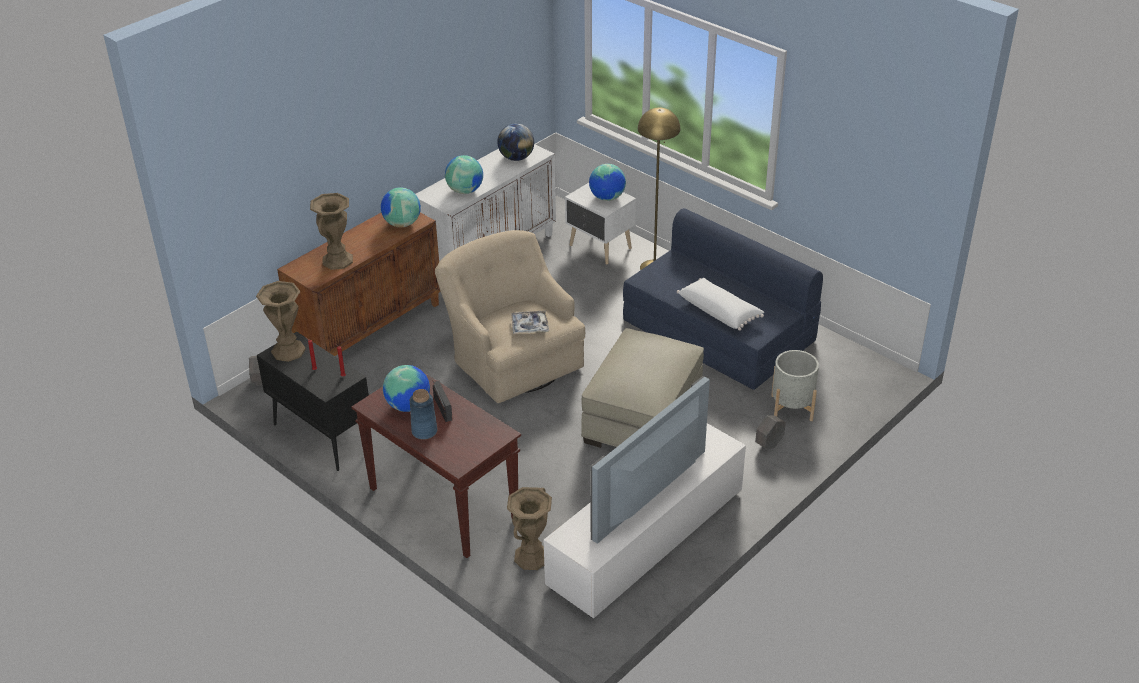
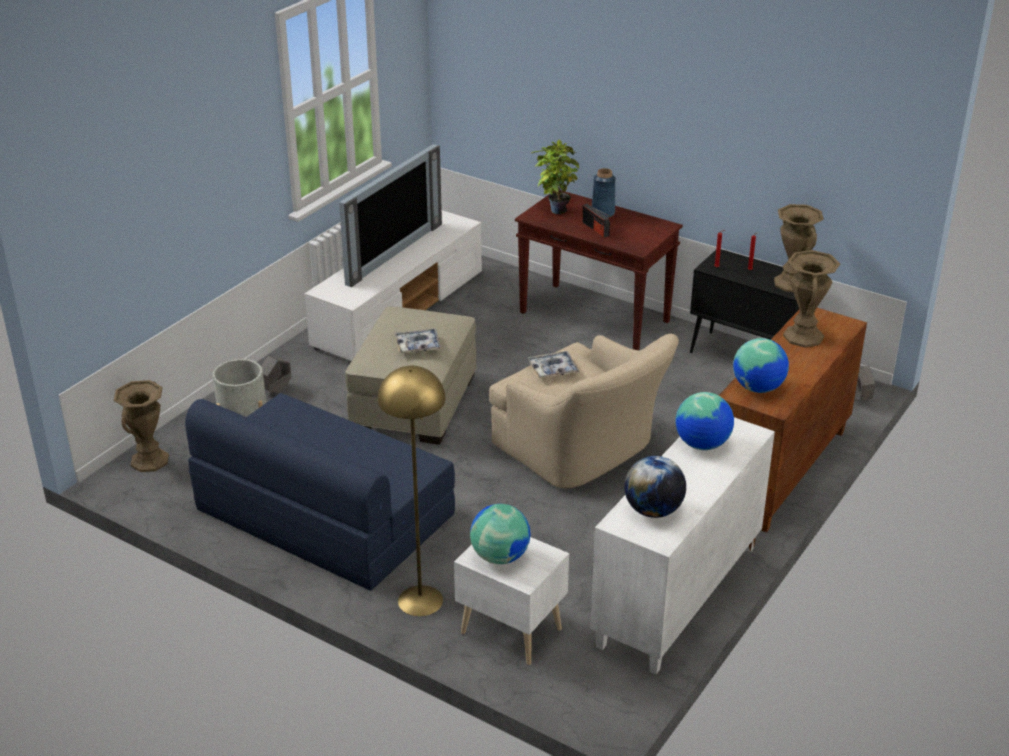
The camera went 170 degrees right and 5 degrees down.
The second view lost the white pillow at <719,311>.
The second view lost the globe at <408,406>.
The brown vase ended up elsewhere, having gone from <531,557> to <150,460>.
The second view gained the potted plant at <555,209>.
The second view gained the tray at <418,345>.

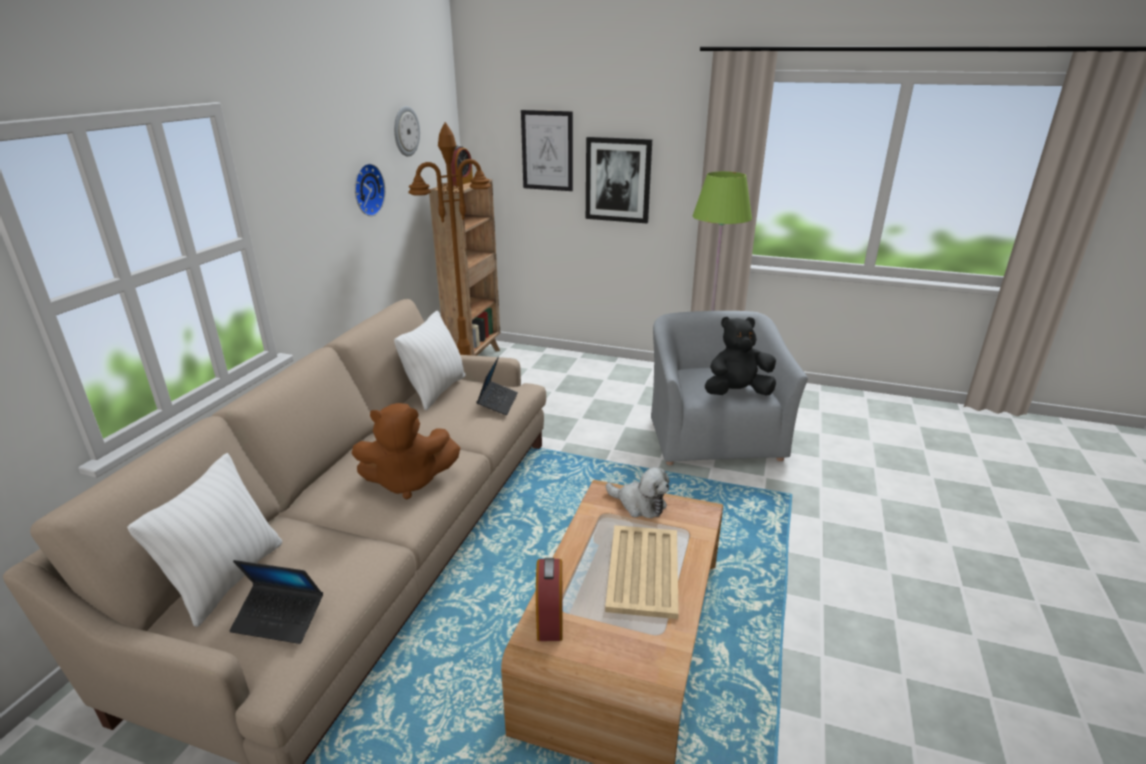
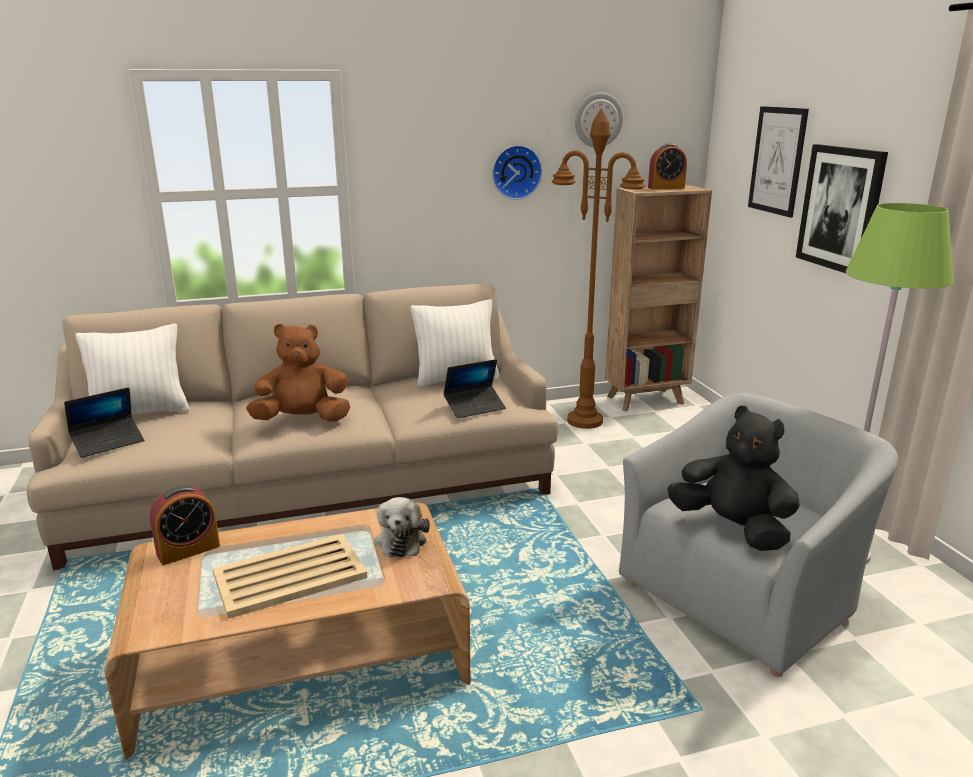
The camera went 55 degrees right and 5 degrees down.
The brown plush toy at <408,482> ended up facing another way, 120 degrees clockwise from before.
The laptop at <279,619> ended up facing another way, 105 degrees counterclockwise from before.

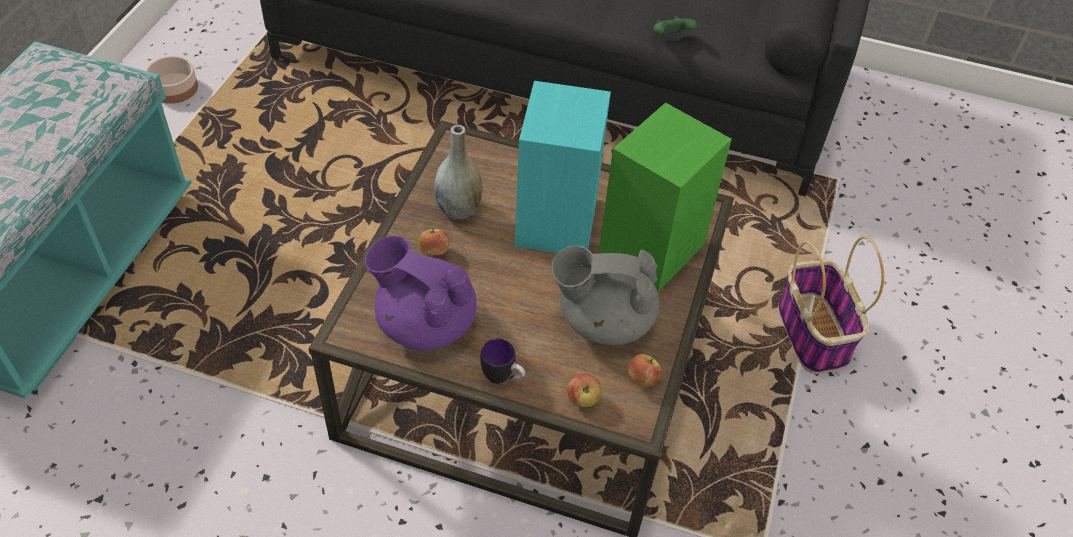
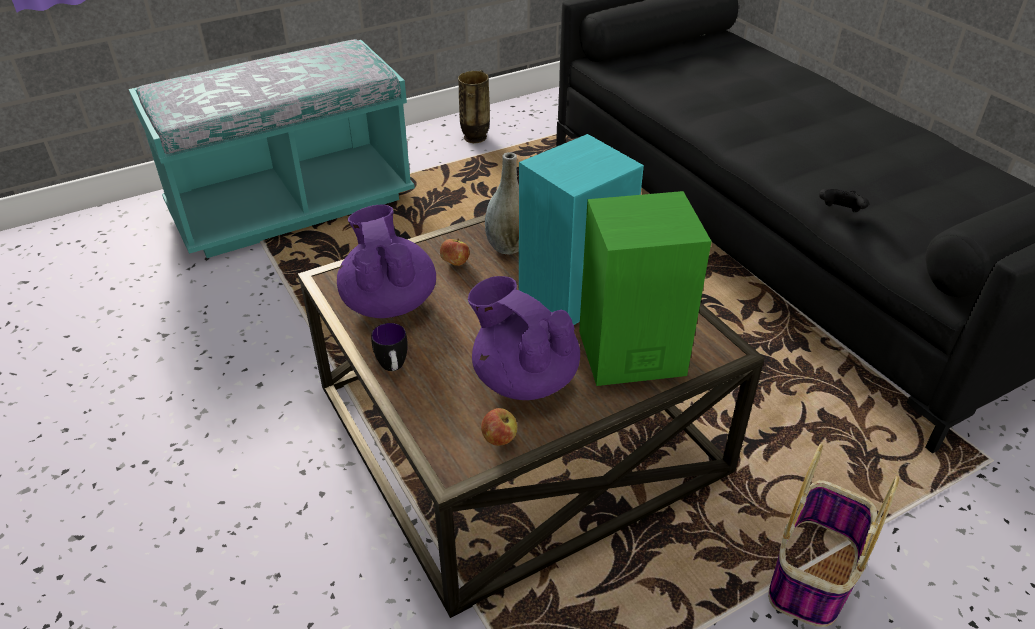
The camera went 45 degrees right and 10 degrees down.
What was the green game controller at <670,37> turned into the black game controller at <840,212>.
Where the bowl stood at <175,87>, the vase came to stand at <475,138>.
What was the grey teapot at <603,319> turned into the purple teapot at <524,378>.
The second view lost the apple at <583,399>.

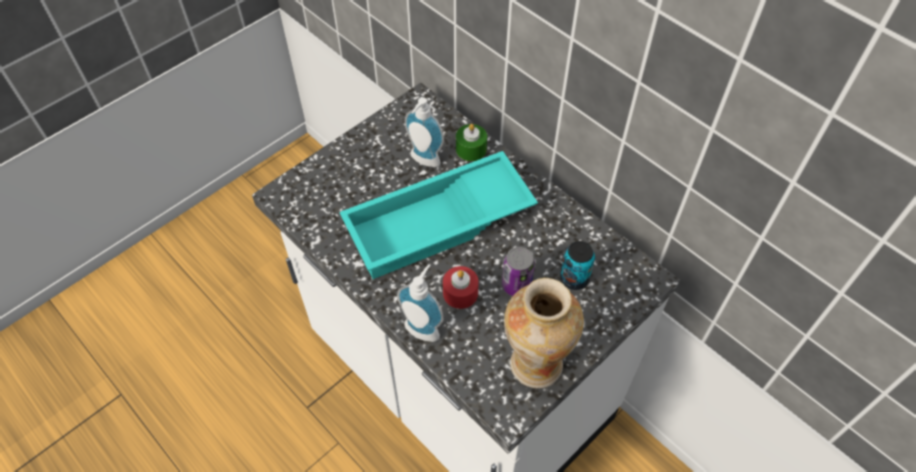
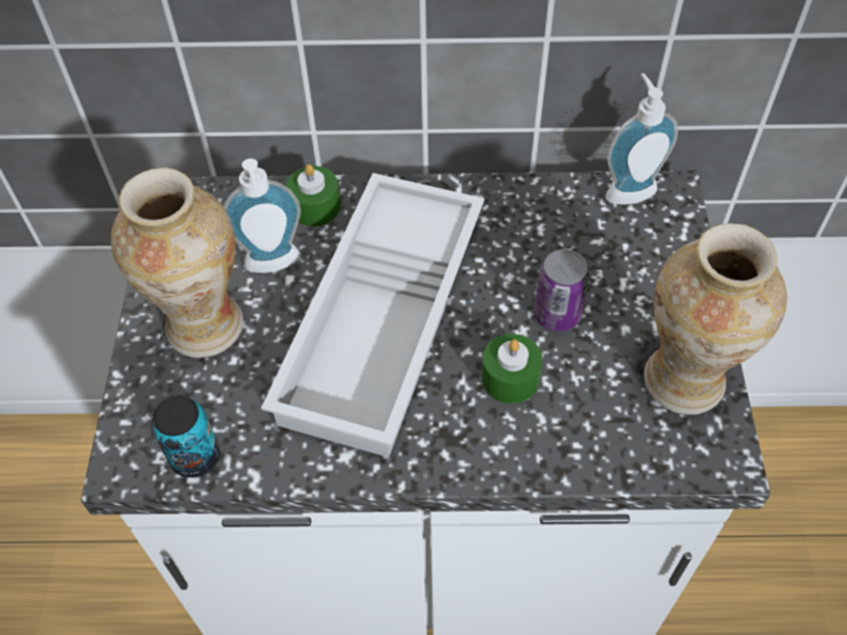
The camera went 45 degrees left and 0 degrees up.
What was the turquoise tray at <439,224> turned into the white tray at <386,323>.
The can ended up elsewhere, having gone from <574,278> to <195,456>.
The soap dispenser ended up elsewhere, having gone from <424,326> to <628,189>.
What was the red candle at <460,293> turned into the green candle at <510,378>.
The second view gained the vase at <205,328>.

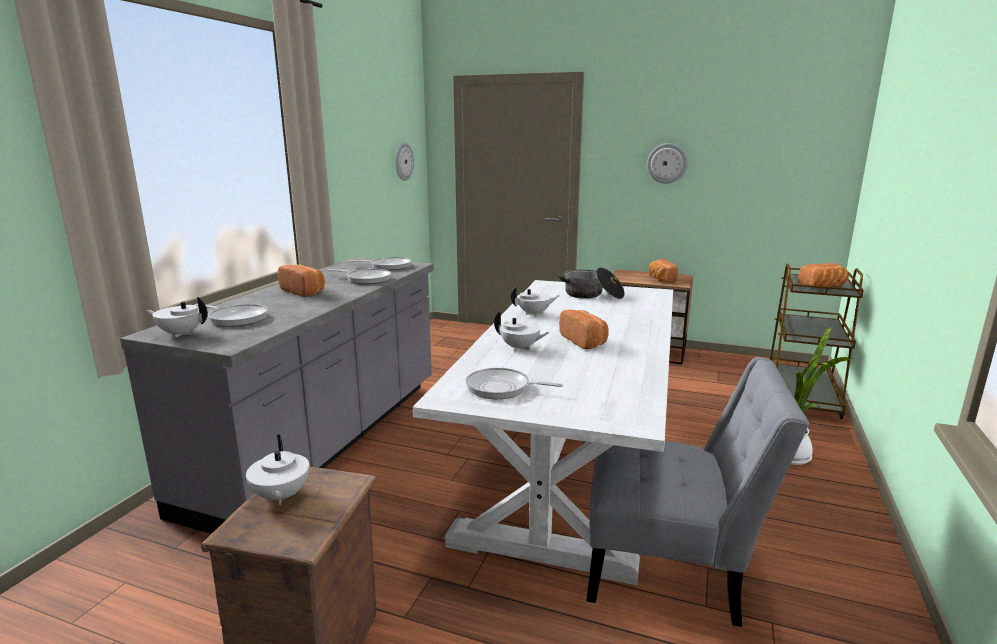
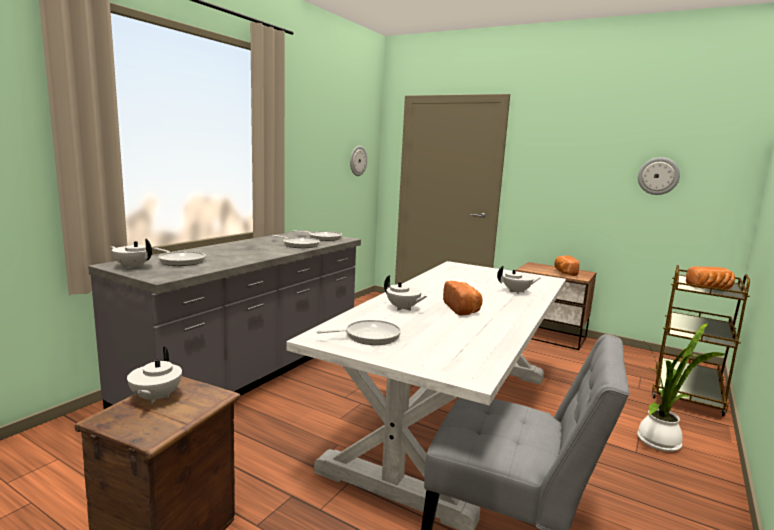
The camera went 10 degrees right and 5 degrees down.
The wall clock ended up elsewhere, having gone from <667,163> to <658,176>.
The second view lost the bread at <304,291>.
The second view lost the cooking pot at <592,295>.
The white teapot ended up elsewhere, having gone from <534,314> to <517,292>.
The frying pan at <502,388> ended up facing another way, 135 degrees clockwise from before.

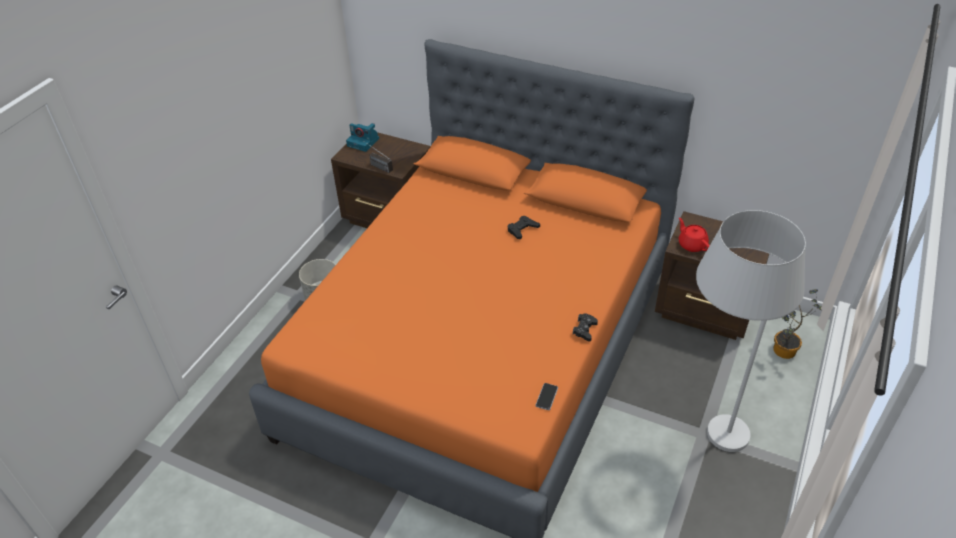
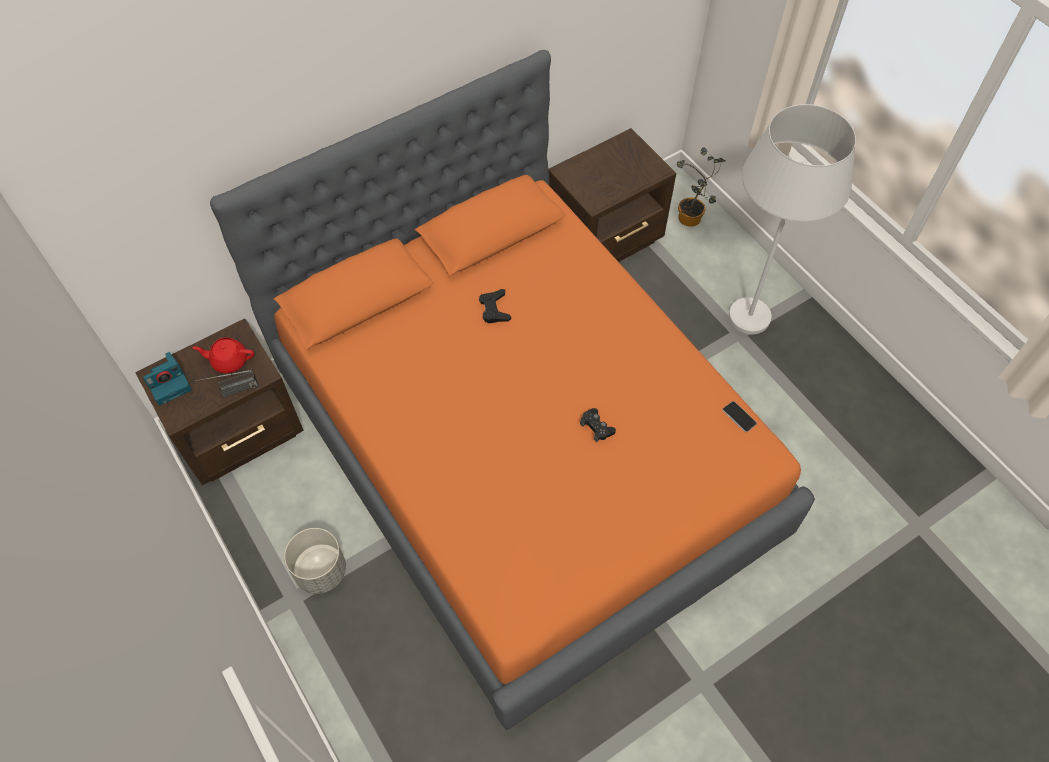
The camera went 60 degrees left and 15 degrees up.
The red teapot ended up elsewhere, having gone from <692,244> to <229,361>.
The black game controller ended up elsewhere, having gone from <584,330> to <597,427>.

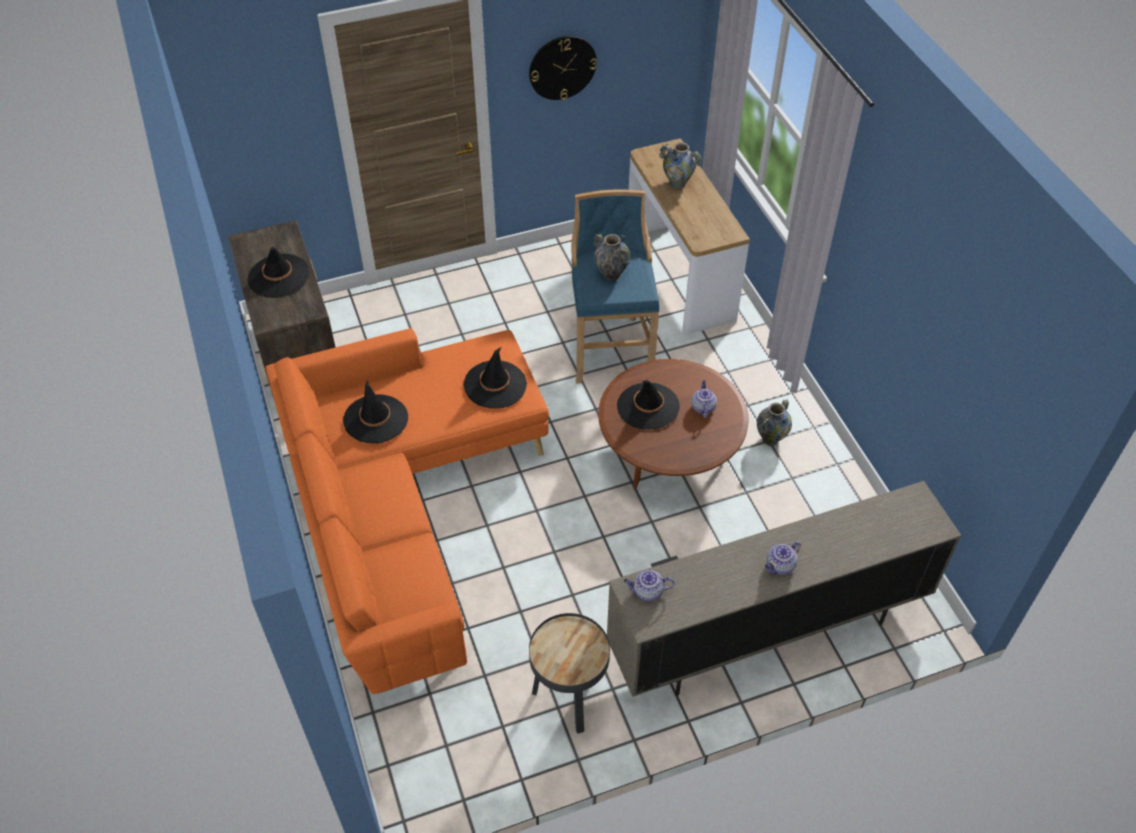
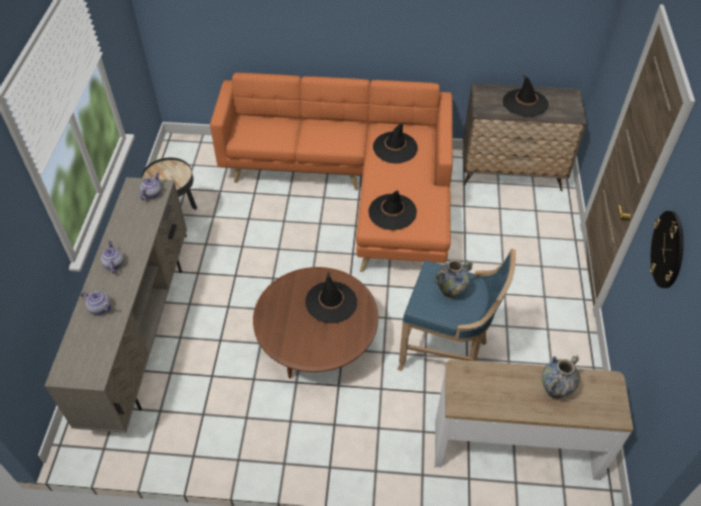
The camera went 115 degrees right and 0 degrees up.
The teapot ended up elsewhere, having gone from <702,407> to <101,308>.
The second view lost the vase at <770,439>.

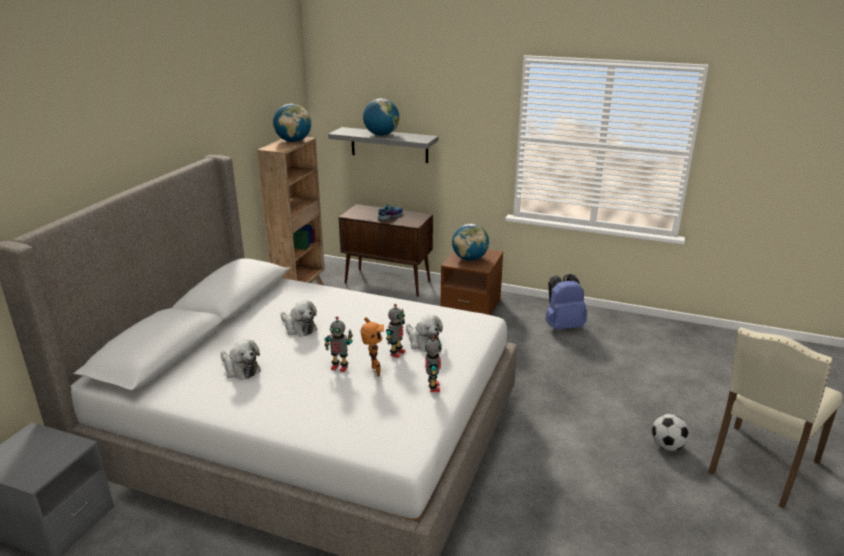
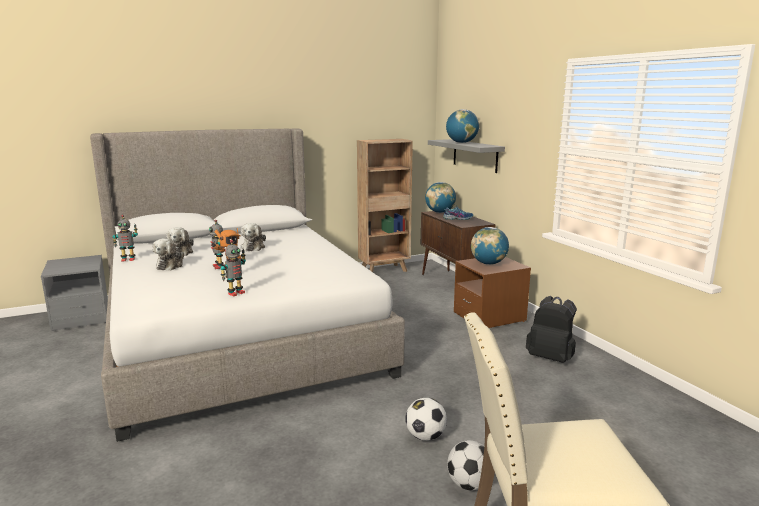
The camera went 45 degrees right and 10 degrees down.
The globe ended up elsewhere, having gone from <293,141> to <440,212>.
What was the blue backpack at <563,326> turned into the black backpack at <551,358>.
The toy robot ended up elsewhere, having gone from <396,353> to <128,259>.
The plush toy ended up elsewhere, having gone from <423,342> to <170,265>.
The second view gained the football at <425,436>.

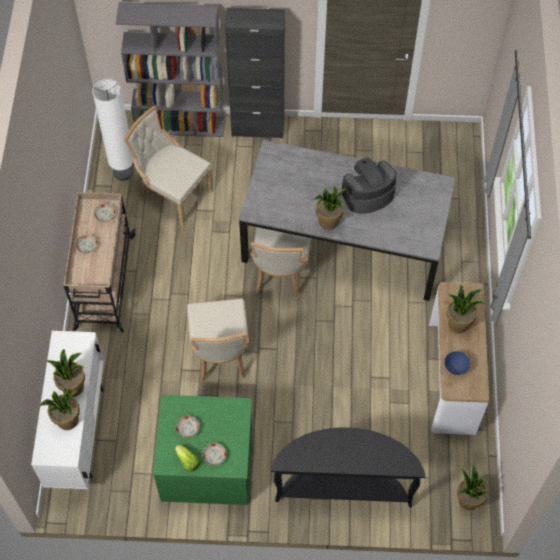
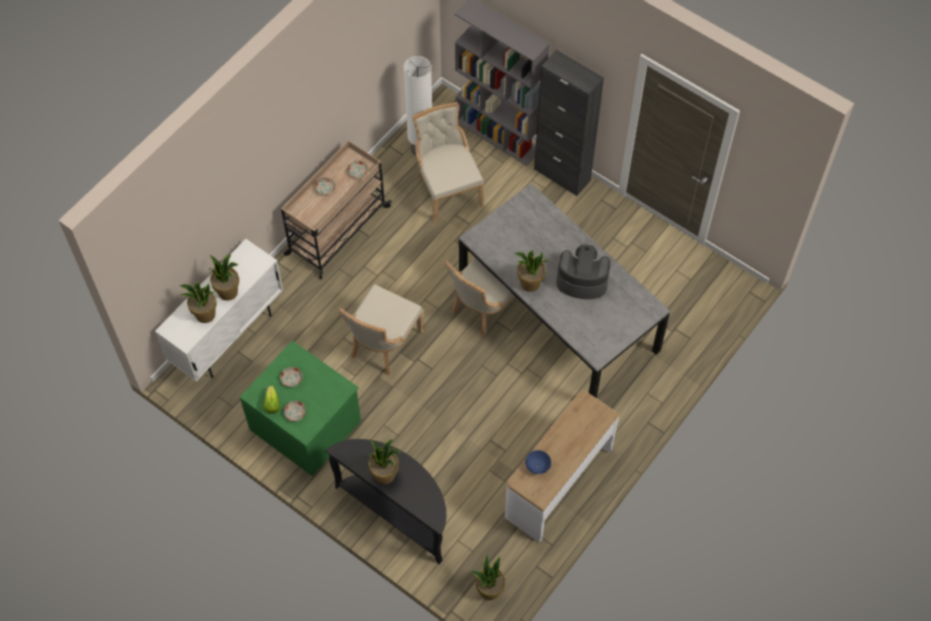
The camera went 35 degrees right and 0 degrees up.
The potted plant ended up elsewhere, having gone from <458,323> to <385,474>.

